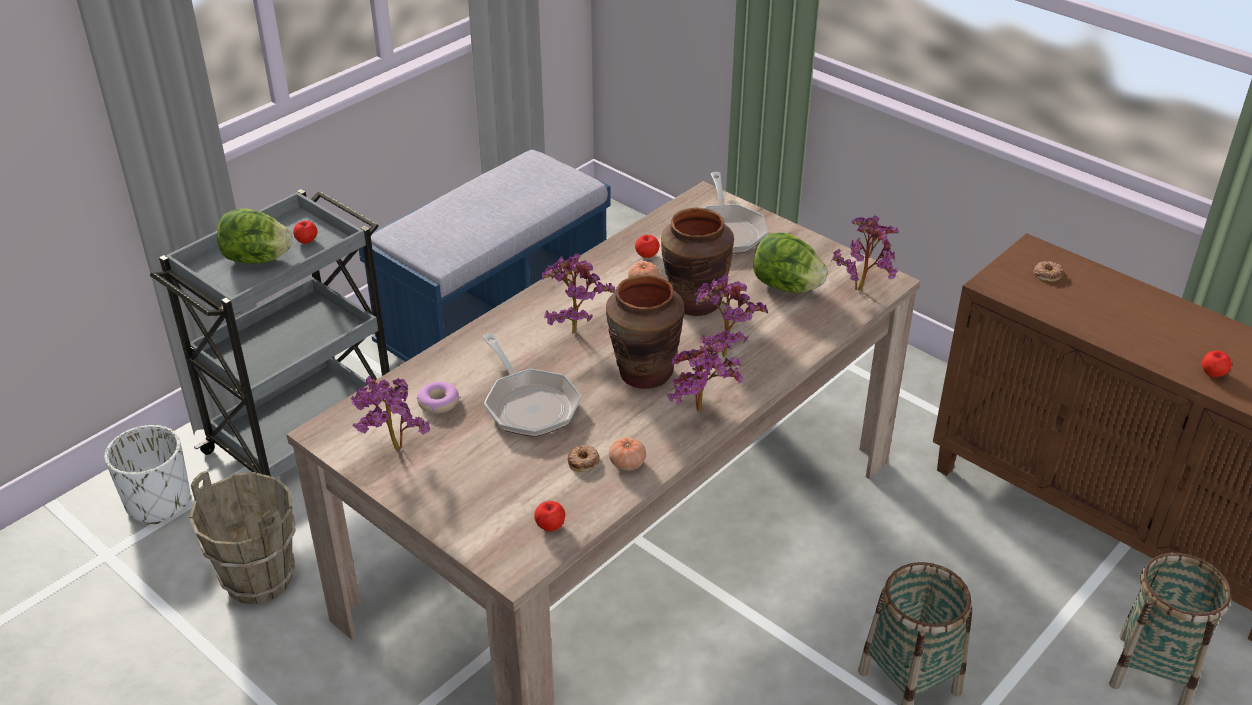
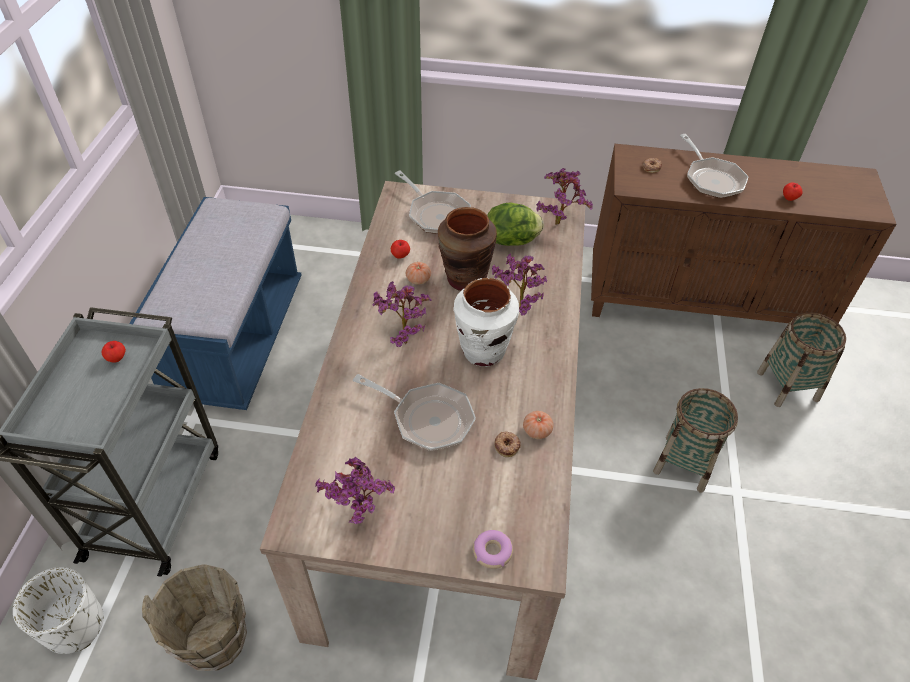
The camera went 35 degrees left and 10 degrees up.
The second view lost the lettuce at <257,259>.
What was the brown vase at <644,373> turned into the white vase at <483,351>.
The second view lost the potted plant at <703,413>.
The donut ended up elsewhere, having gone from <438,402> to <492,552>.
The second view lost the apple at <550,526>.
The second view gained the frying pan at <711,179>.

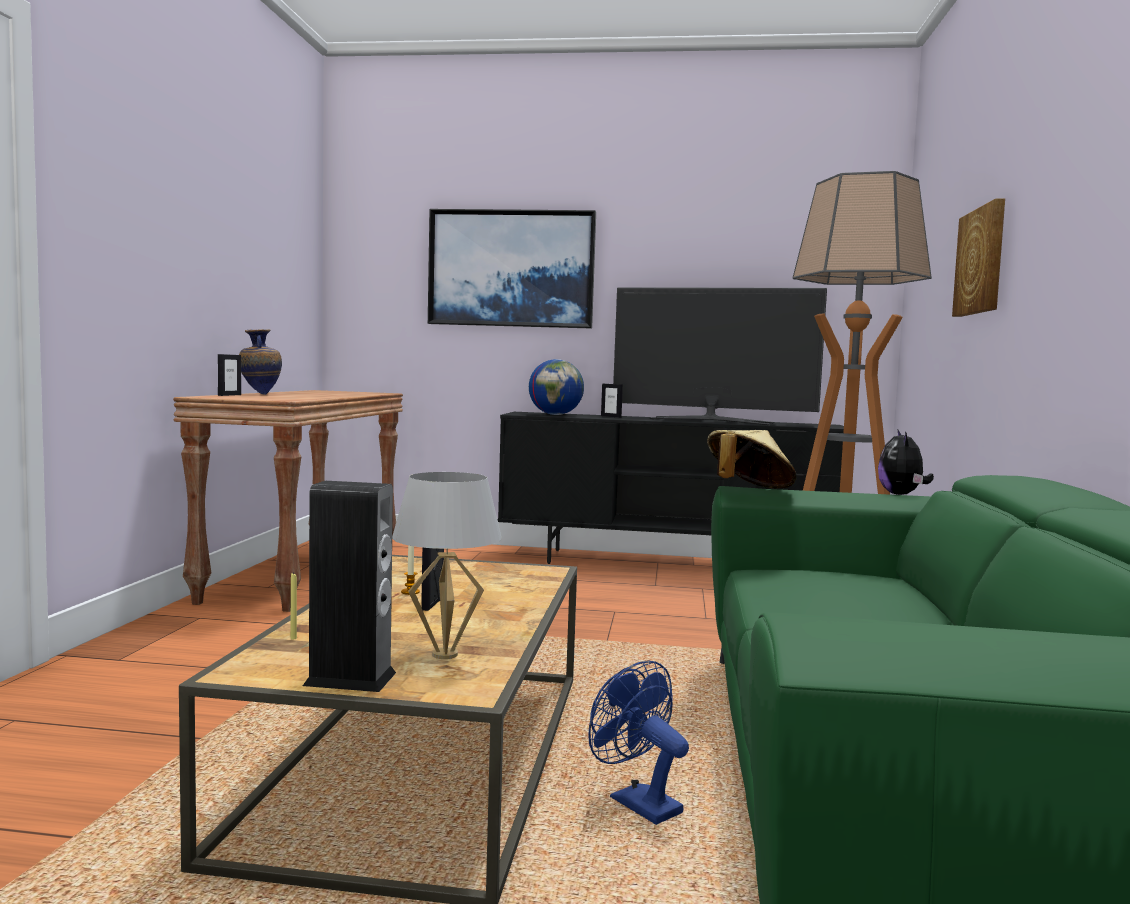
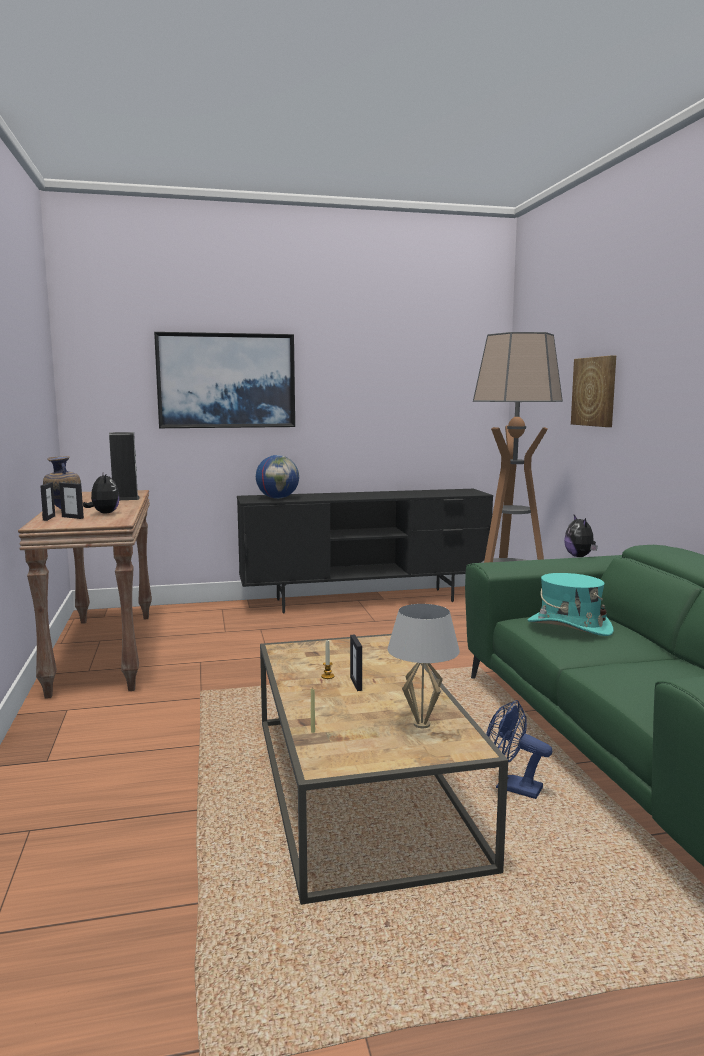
The camera went 20 degrees left and 5 degrees up.
The second view lost the television at <711,421>.
The picture frame ended up elsewhere, having gone from <611,416> to <72,517>.
The second view lost the beige hat at <748,490>.
The speaker ended up elsewhere, having gone from <350,679> to <125,499>.
The second view gained the plush toy at <104,513>.
The second view gained the turquoise hat at <569,626>.

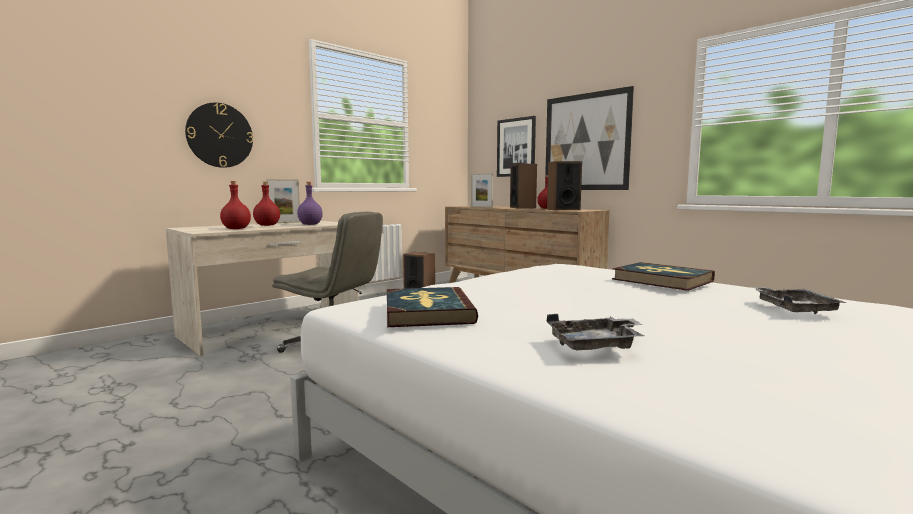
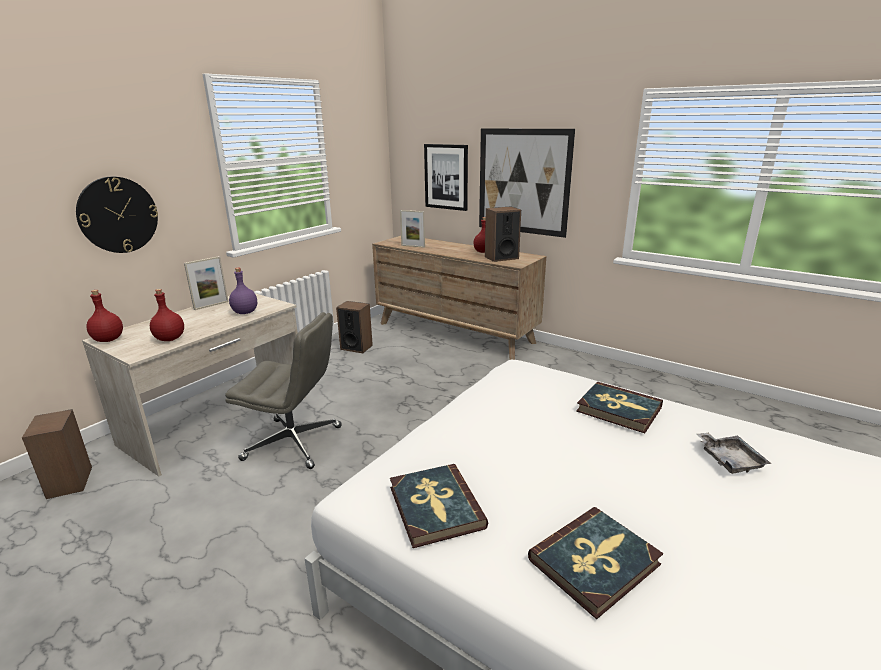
The camera went 10 degrees left and 15 degrees up.
The speaker ended up elsewhere, having gone from <522,207> to <70,482>.
The red bottle ended up elsewhere, having gone from <267,225> to <109,340>.
Where the grey tray stood at <595,345>, the book came to stand at <594,562>.

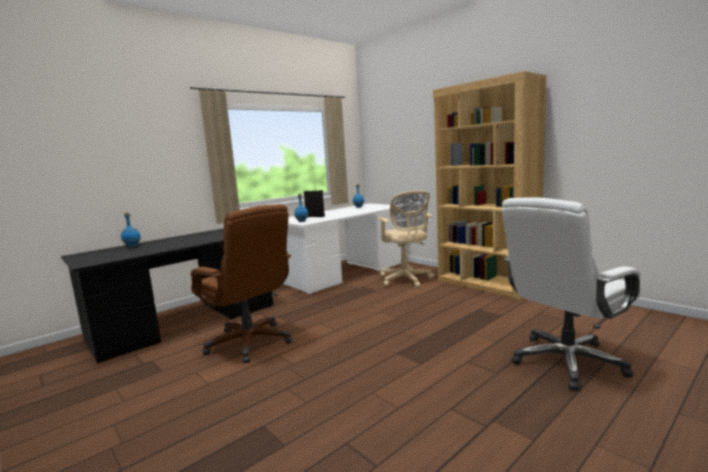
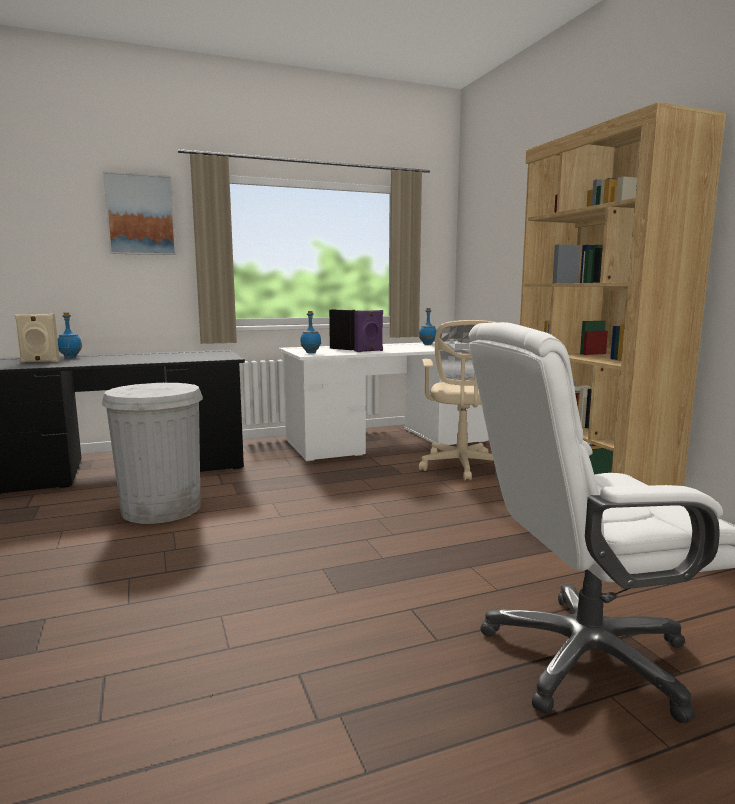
The camera went 20 degrees right and 0 degrees up.
Where the brown office chair stood at <250,342>, the white trash can came to stand at <161,508>.
The second view gained the picture at <140,215>.
The second view gained the purple speaker at <369,351>.
The second view gained the beige speaker at <39,361>.

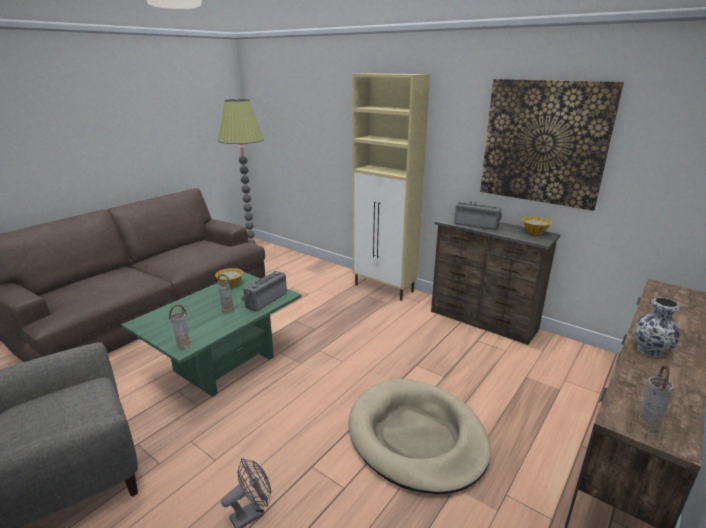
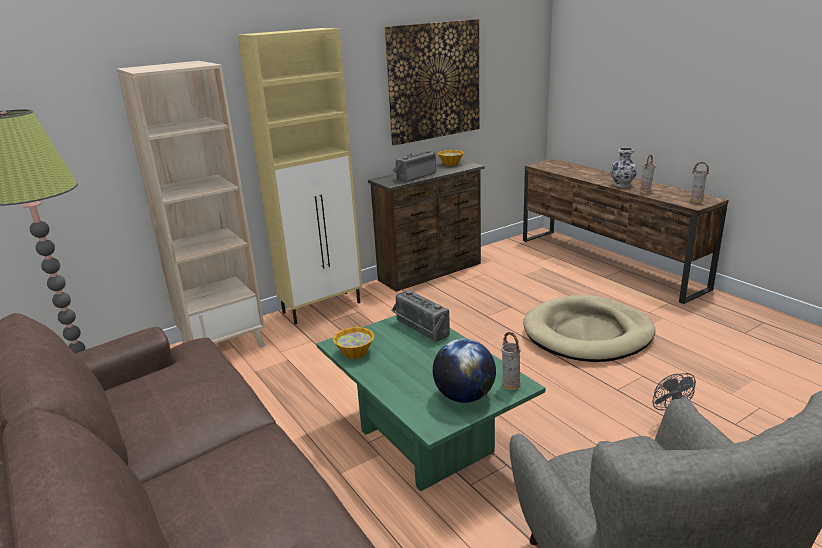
The camera went 70 degrees left and 0 degrees up.
The vase ended up elsewhere, having gone from <227,310> to <645,192>.
The second view gained the beige bookcase at <224,345>.
The second view gained the globe at <464,396>.

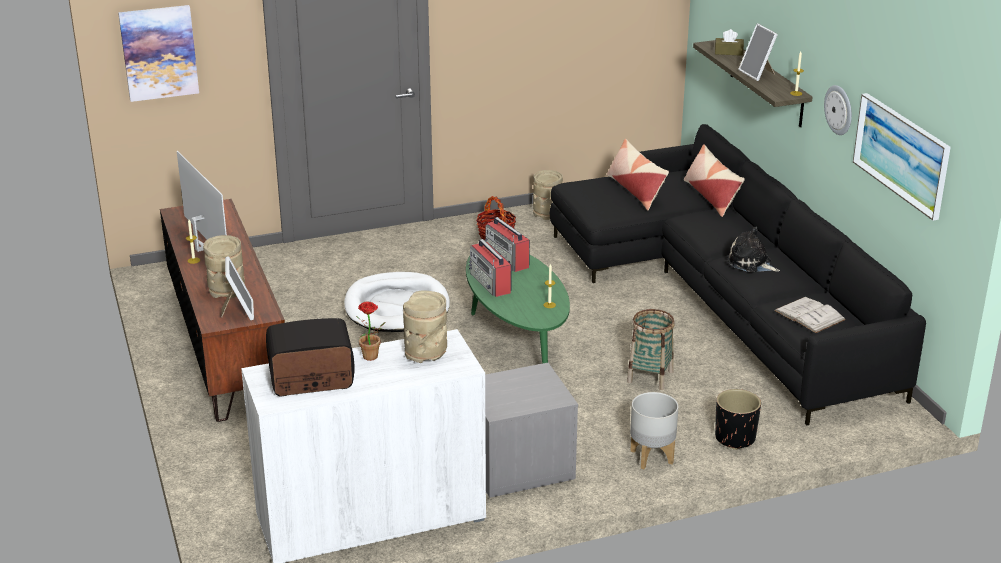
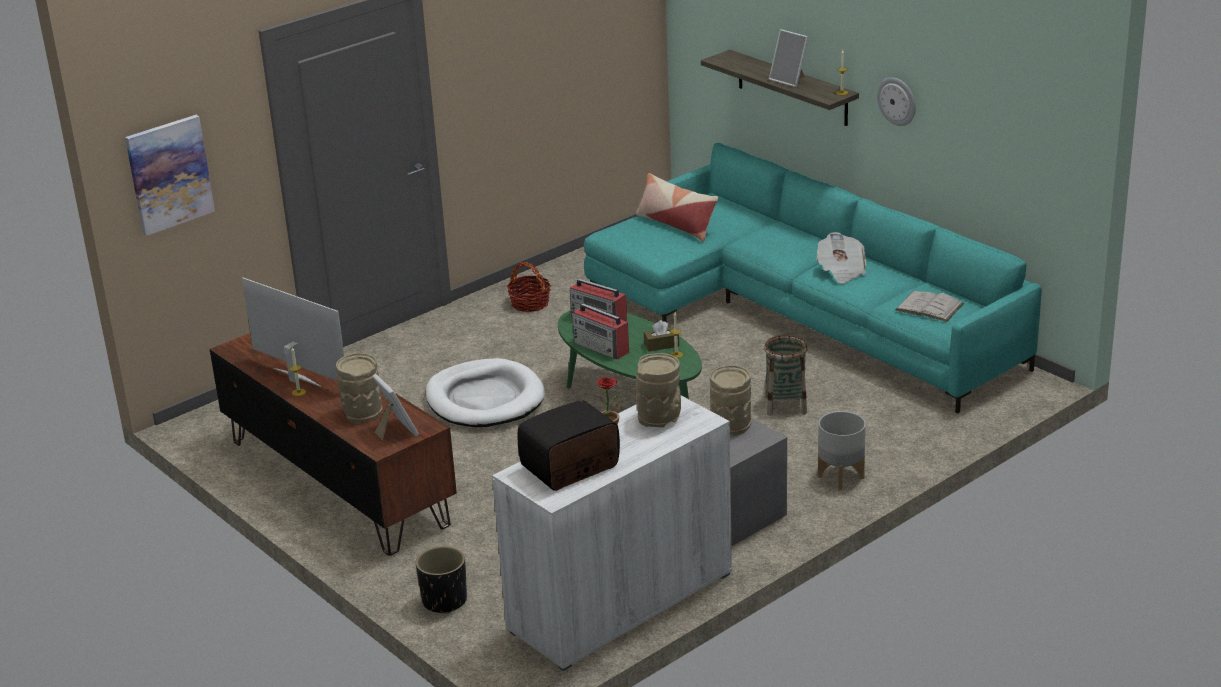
The camera went 20 degrees left and 0 degrees up.
The brown tissue box ended up elsewhere, having gone from <728,52> to <661,345>.
The second view lost the picture at <901,154>.
What was the black sofa at <722,297> turned into the turquoise sofa at <798,314>.
The second view lost the pillow at <711,197>.
The beige vase ended up elsewhere, having gone from <547,213> to <731,425>.
Where the plush toy stood at <751,263>, the newspaper came to stand at <841,271>.
The black planter ended up elsewhere, having gone from <735,438> to <444,600>.

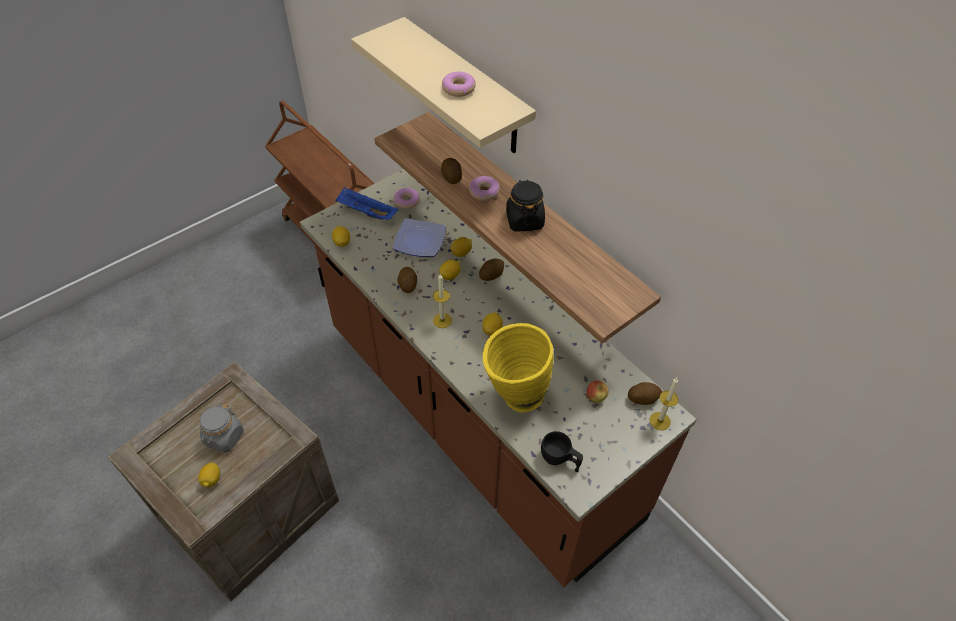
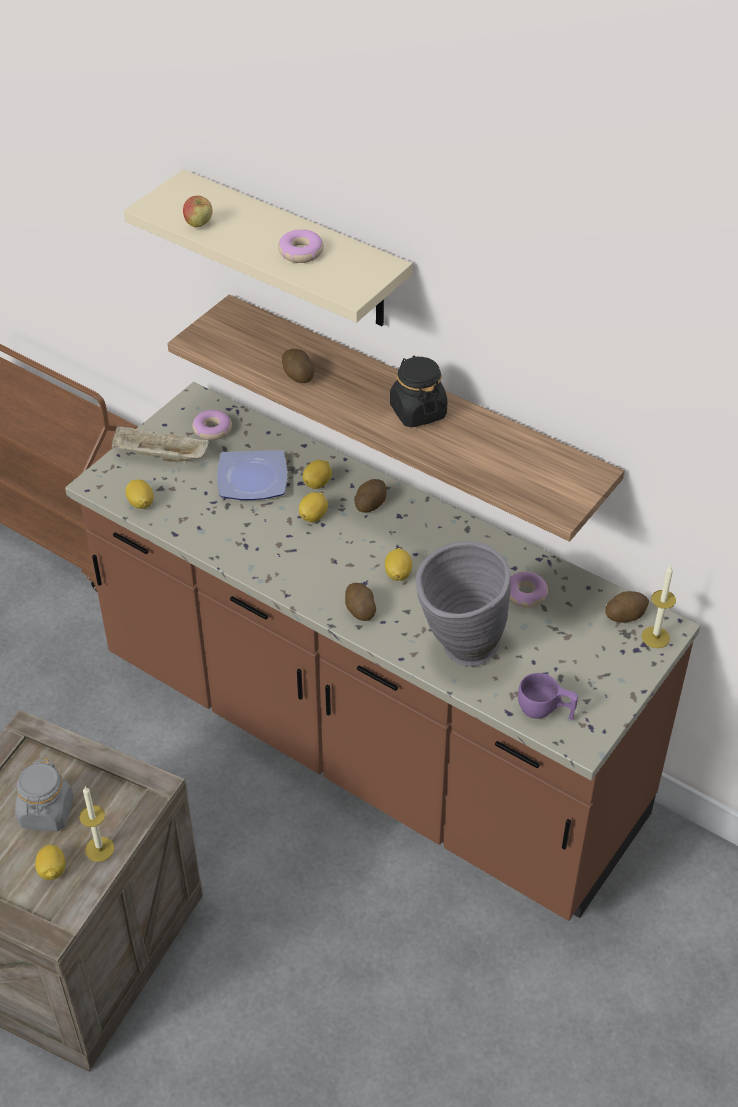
The camera went 15 degrees left and 5 degrees down.
The donut ended up elsewhere, having gone from <484,192> to <525,594>.
What was the blue tray at <366,213> turned into the beige tray at <159,456>.
The potato ended up elsewhere, having gone from <408,285> to <360,610>.
The candle ended up elsewhere, having gone from <442,320> to <99,849>.
What was the yellow vase at <514,397> turned into the grey vase at <458,650>.
The apple ended up elsewhere, having gone from <595,398> to <199,225>.
What was the black cup at <560,460> turned into the purple cup at <545,711>.

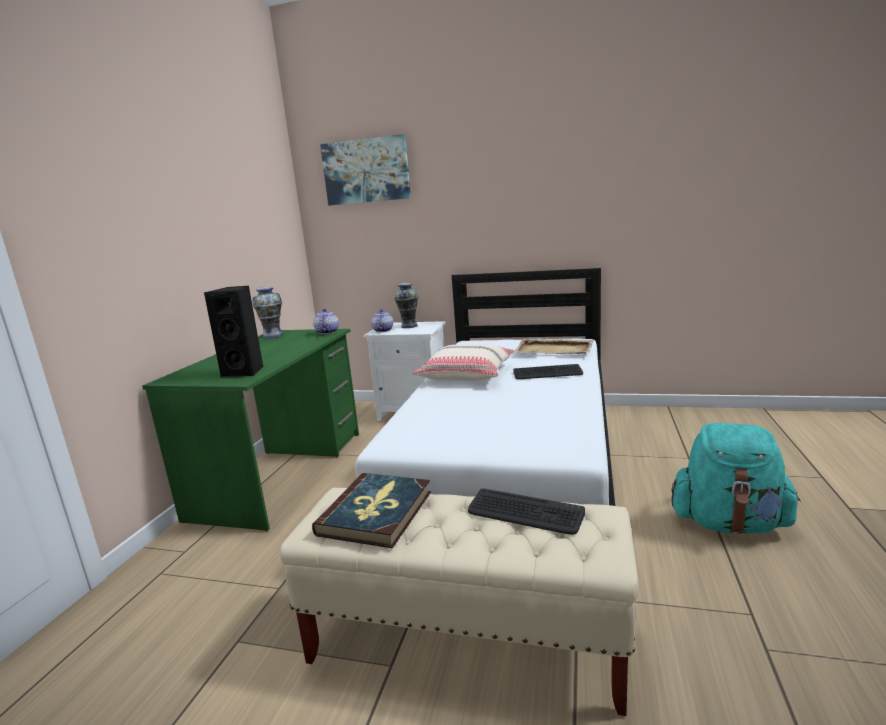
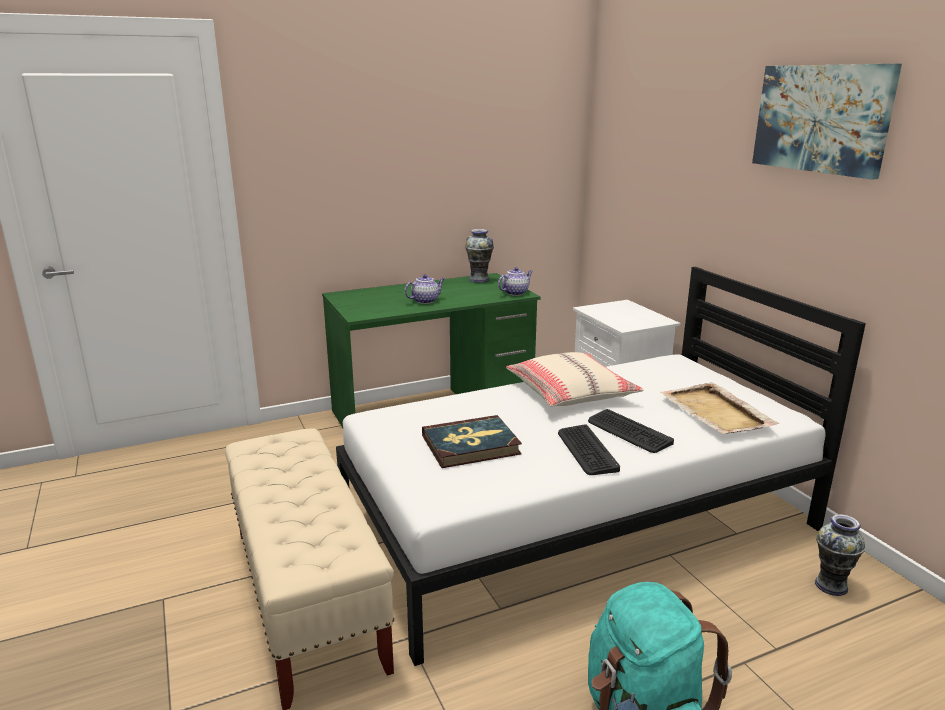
The camera went 50 degrees right and 5 degrees up.
The picture ended up elsewhere, having gone from <366,171> to <821,118>.
The vase ended up elsewhere, having gone from <409,326> to <831,585>.
The second view lost the black speaker at <245,371>.
The teapot ended up elsewhere, having gone from <383,330> to <425,301>.
The book ended up elsewhere, having gone from <376,513> to <470,445>.
The keyboard ended up elsewhere, having gone from <525,513> to <586,450>.

